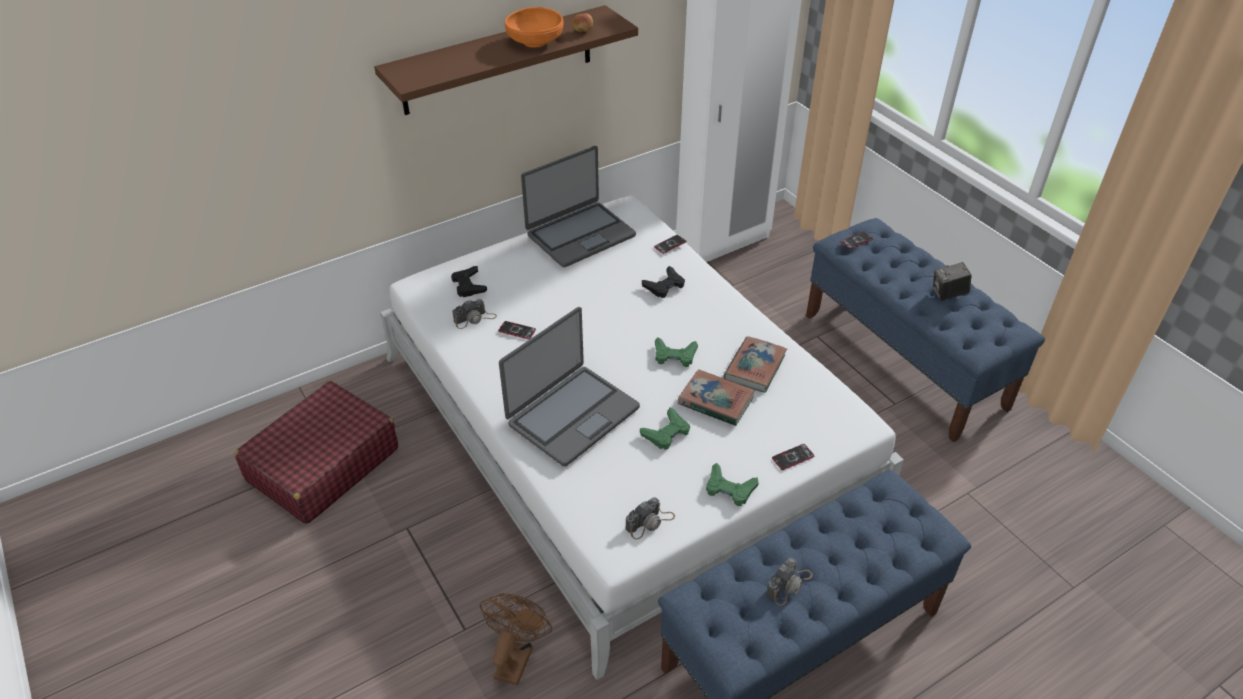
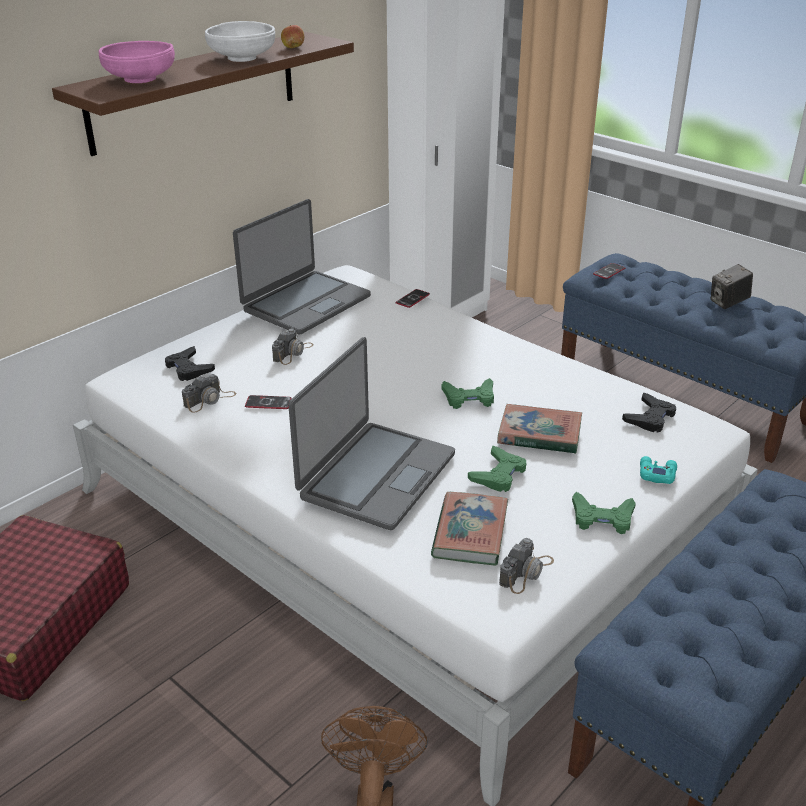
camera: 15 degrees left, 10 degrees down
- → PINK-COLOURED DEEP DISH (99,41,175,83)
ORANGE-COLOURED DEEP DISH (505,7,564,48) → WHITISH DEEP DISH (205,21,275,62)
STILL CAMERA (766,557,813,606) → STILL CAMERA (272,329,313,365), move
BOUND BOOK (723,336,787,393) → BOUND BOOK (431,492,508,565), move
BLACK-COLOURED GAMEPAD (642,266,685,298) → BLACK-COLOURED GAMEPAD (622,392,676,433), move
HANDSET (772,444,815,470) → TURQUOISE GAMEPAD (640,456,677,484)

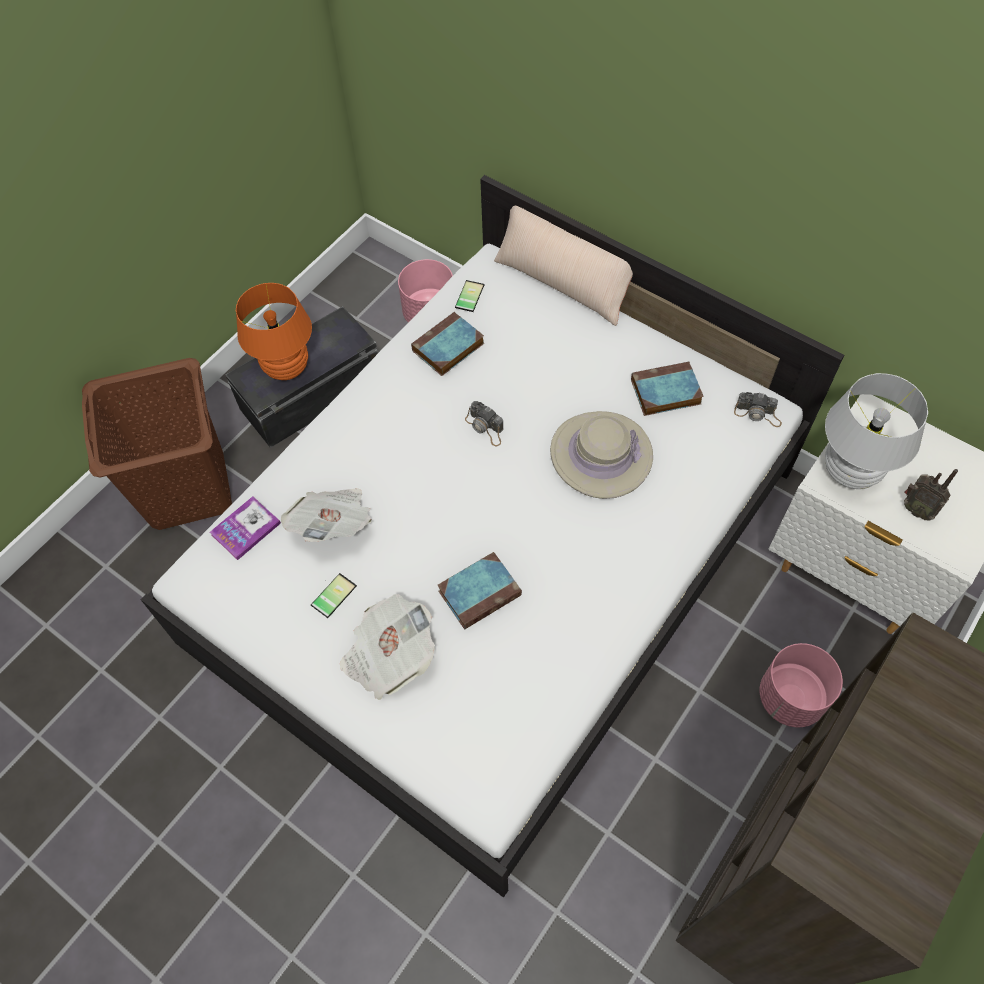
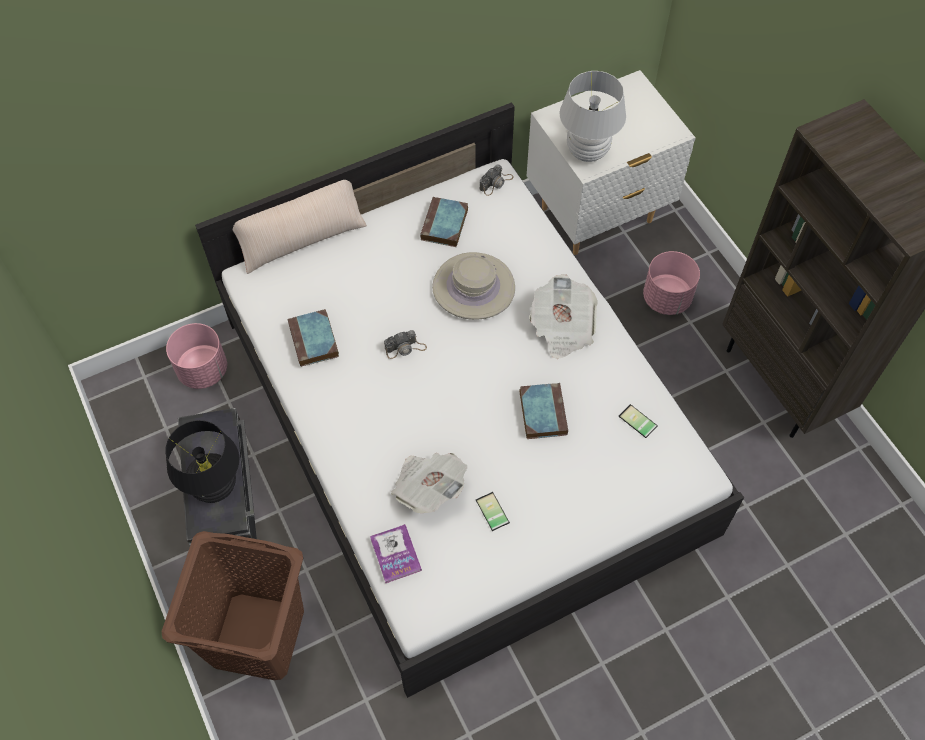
camera: 65 degrees left, 0 degrees up
ORANGE-COLOURED TABLETOP LAMP (236,283,312,380) → BLACK-COLOURED TABLETOP LAMP (165,420,239,503)
NEWSPAPER (340,594,435,700) → NEWSPAPER (529,274,598,359), move
HANDSET (455,280,484,312) → HANDSET (619,404,658,438), move
RADIO SET (904,469,958,521) → -

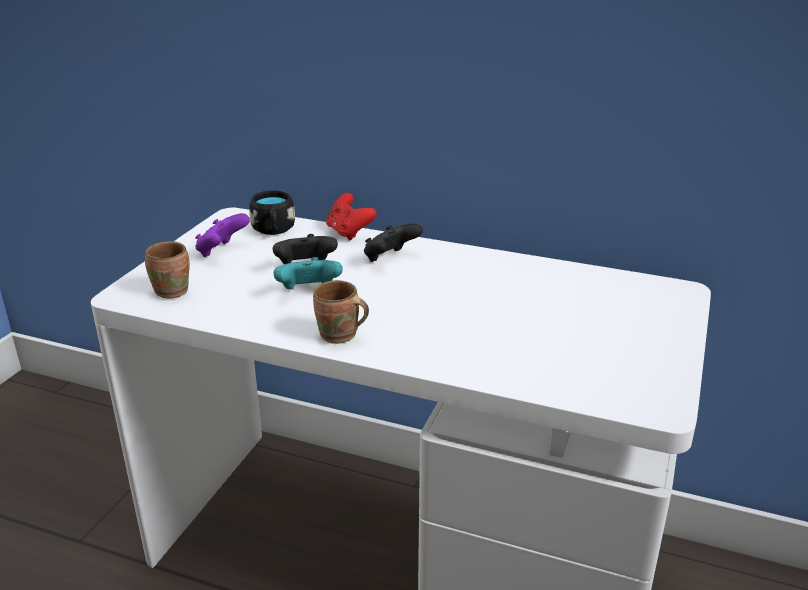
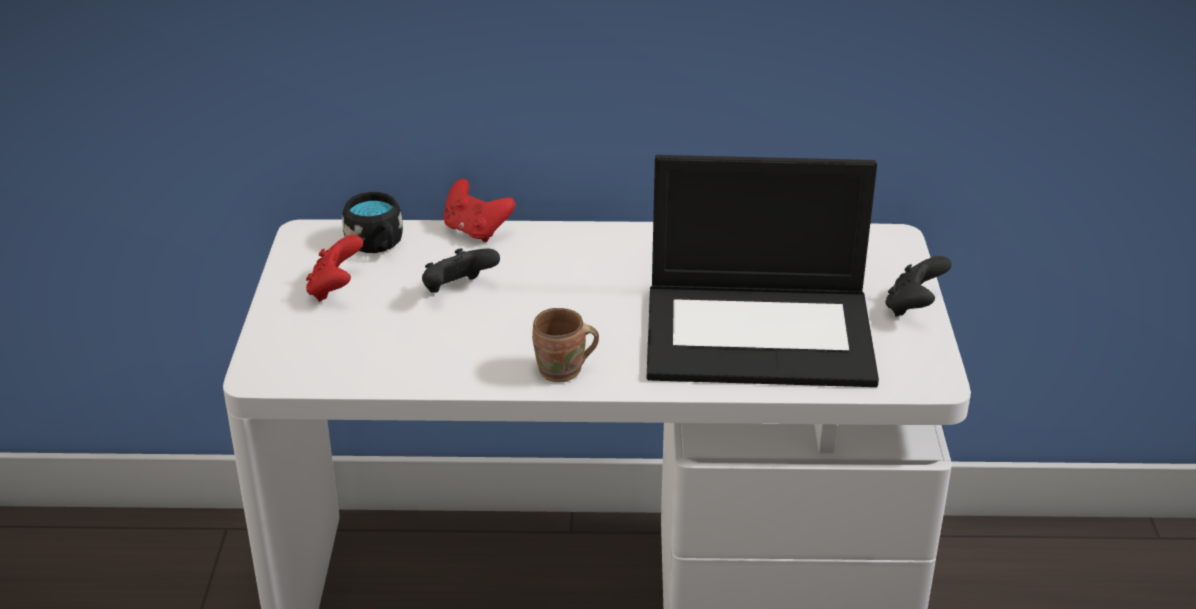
camera: 20 degrees left, 5 degrees up
PURPLE GAMEPAD (195,213,250,257) → RED-COLOURED GAMEPAD (306,235,363,302)
- → PORTABLE COMPUTER (647,155,879,387)
BLACK-COLOURED GAMEPAD (364,223,423,262) → BLACK-COLOURED GAMEPAD (885,256,951,316), move
BROWN TEA MUG (145,241,190,298) → -
TURQUOISE GAMEPAD (274,257,343,290) → -

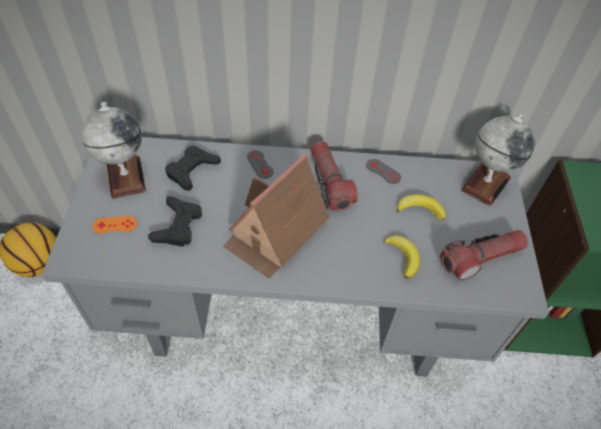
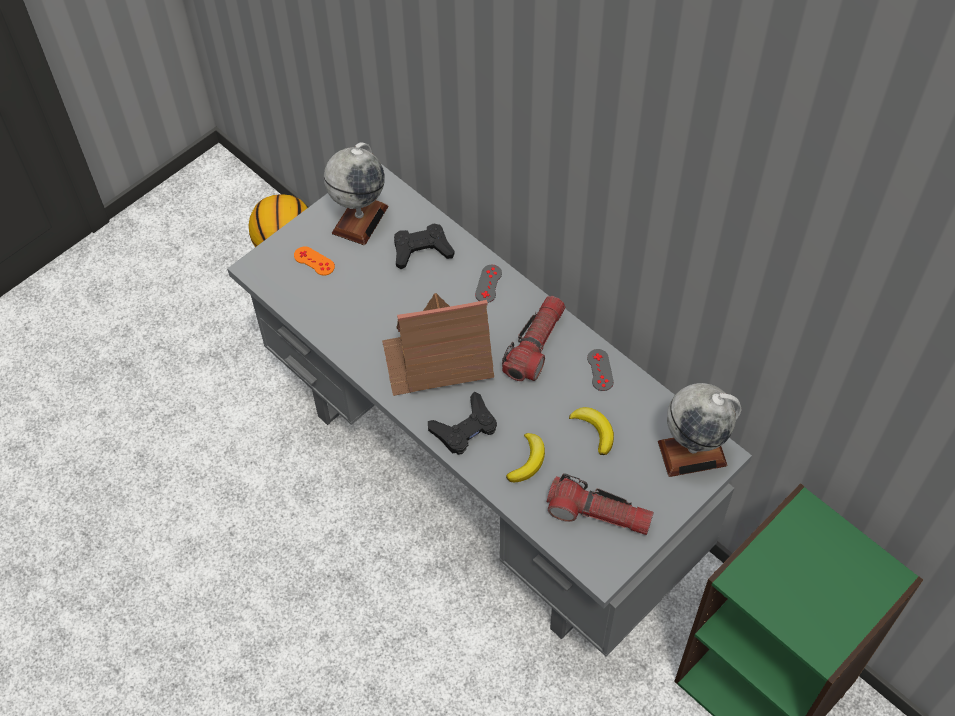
camera: 45 degrees right, 5 degrees up
BLACK-COLOURED GAMEPAD (148,196,202,247) → BLACK-COLOURED GAMEPAD (428,391,497,455), move

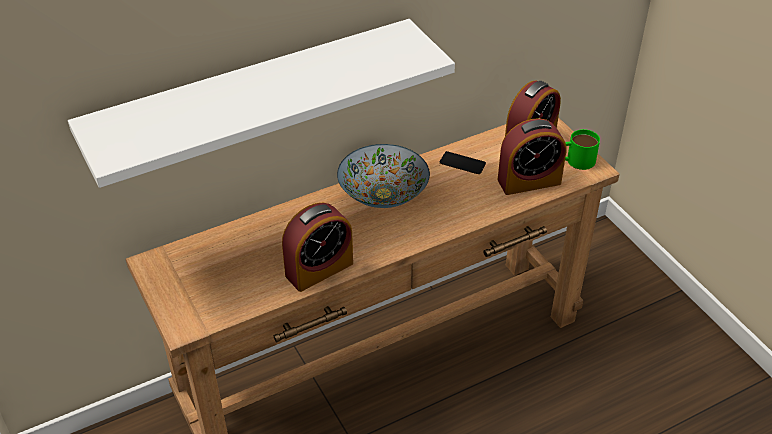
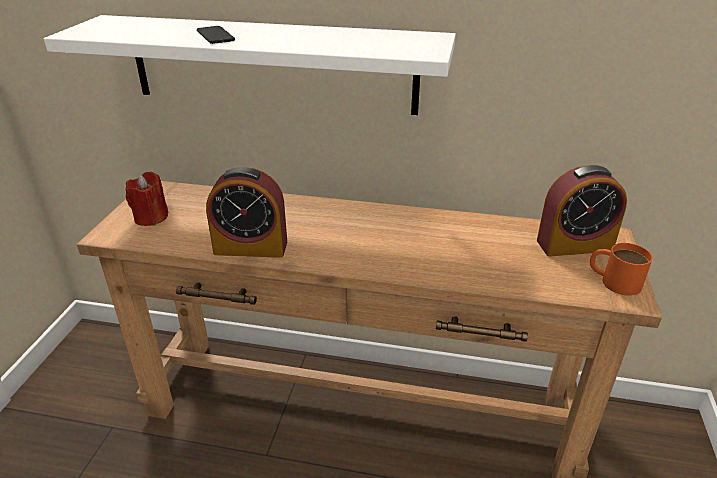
camera: 40 degrees right, 10 degrees down
- → RED-COLOURED CANDLE (126,172,168,226)
HANDSET (440,151,486,174) → HANDSET (197,26,235,44), move
GREEN-COLOURED TEA MUG (565,129,600,170) → ORANGE-COLOURED TEA MUG (590,243,653,296)
DEEP DISH (337,144,430,208) → -
ALARM CLOCK (498,118,566,195) → -

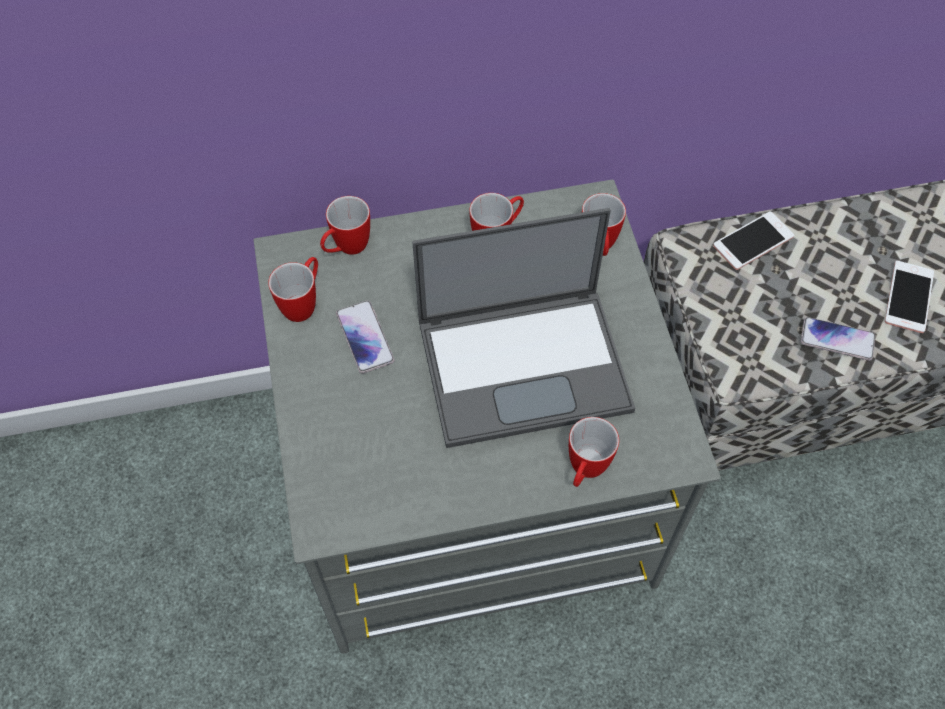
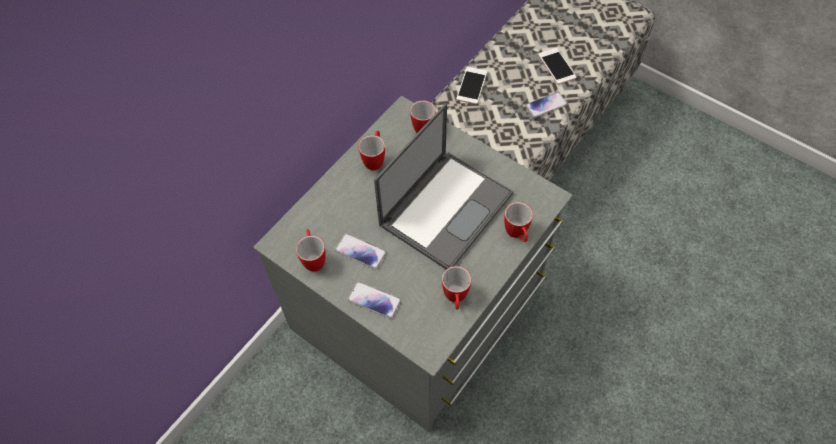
camera: 40 degrees left, 0 degrees up
- → HANDSET (347,282,402,319)
TEA MUG (320,196,370,255) → TEA MUG (442,266,471,310), move

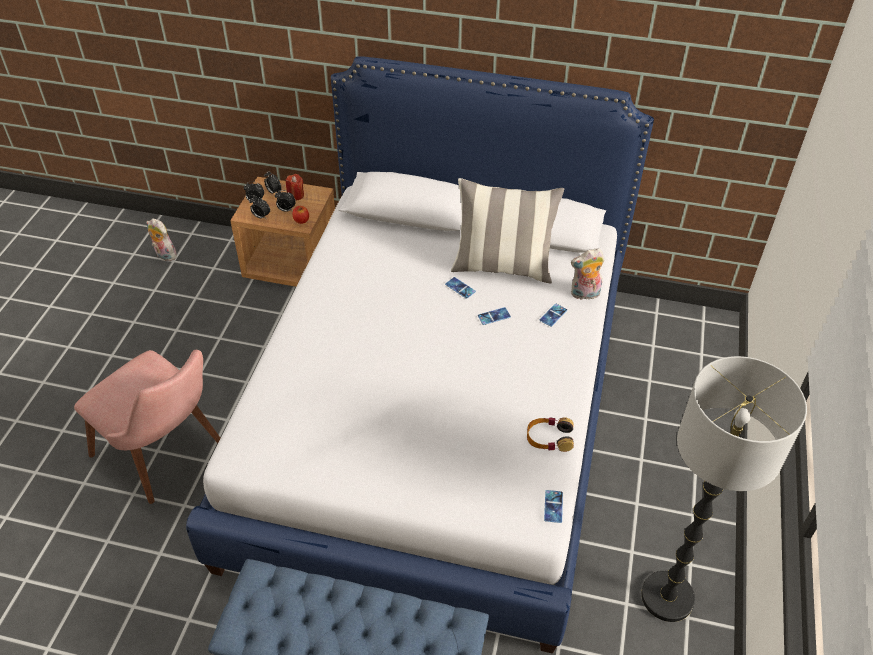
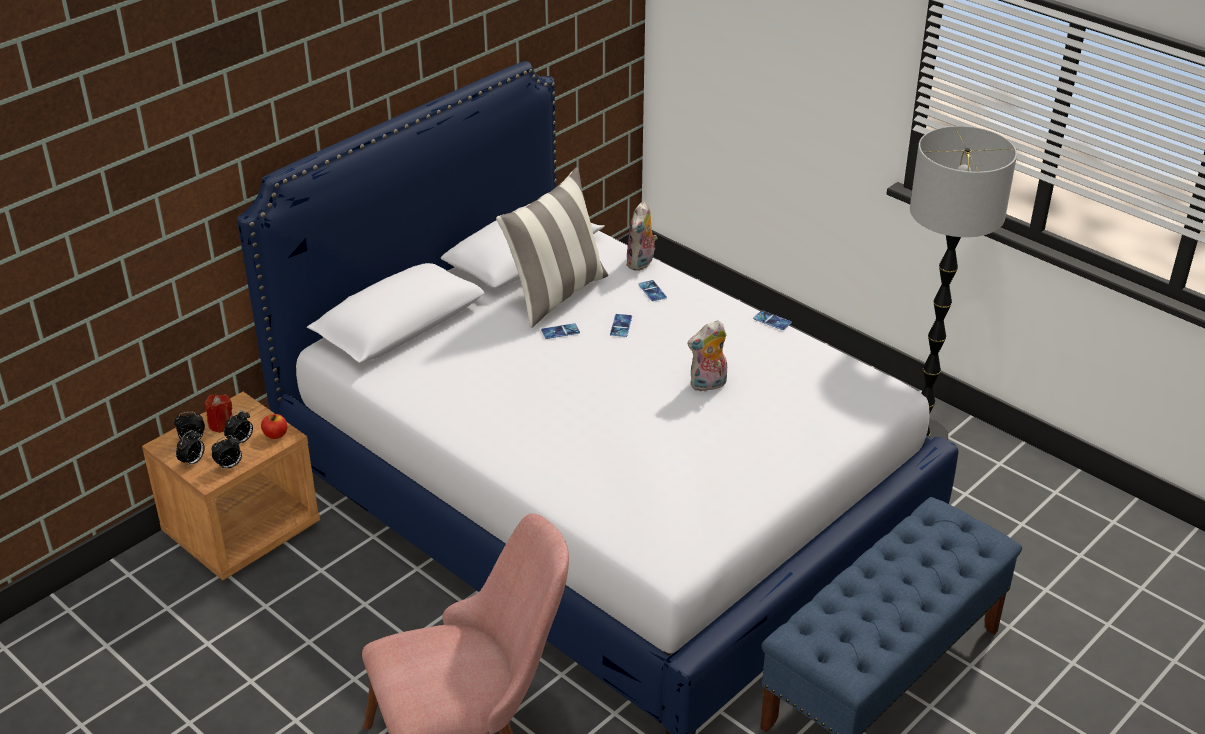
camera: 60 degrees left, 10 degrees down
PLUSH TOY (146,218,177,261) → PLUSH TOY (687,320,727,392), move
HANDSET (544,490,563,523) → HANDSET (753,311,792,330), move
PAIR OF HEADPHONES (527,417,574,452) → -

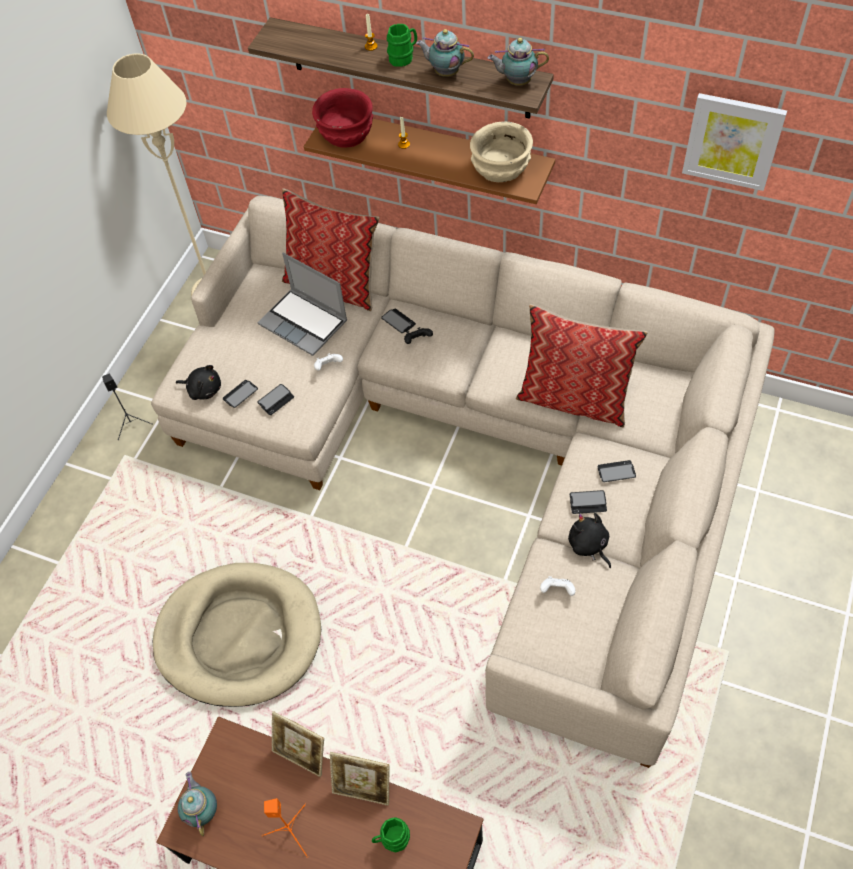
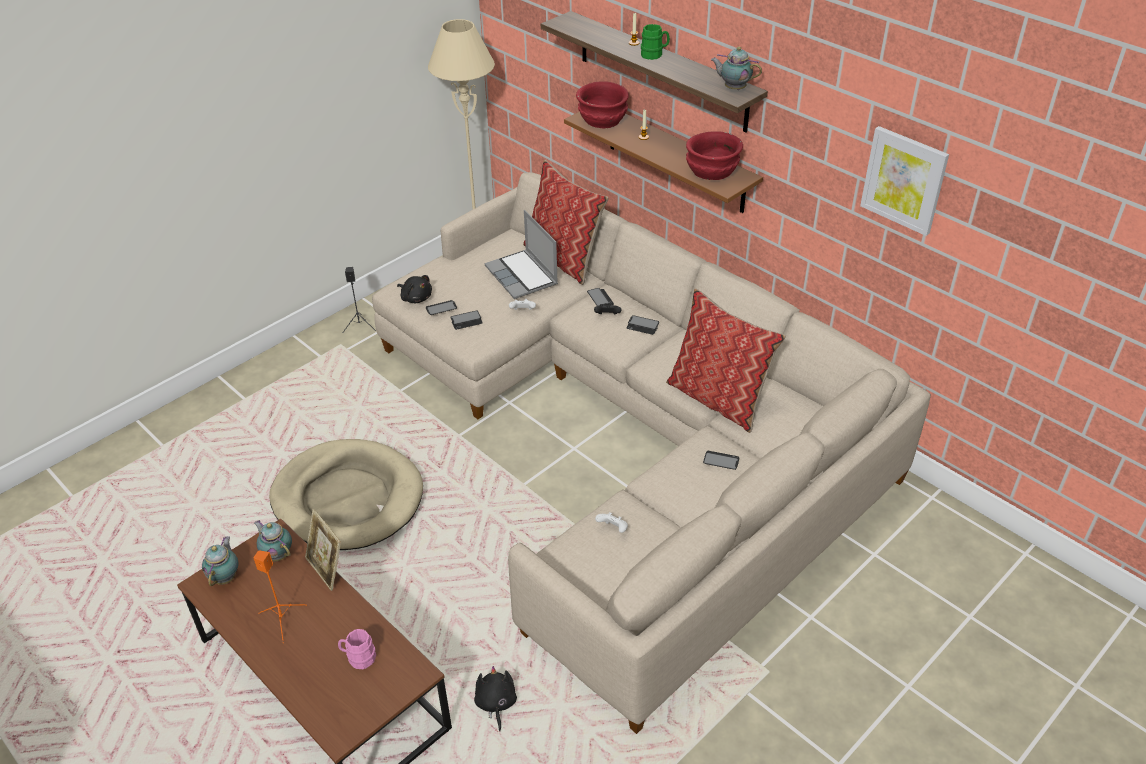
camera: 20 degrees right, 15 degrees down
TEAPOT (416,29,474,77) → TEAPOT (254,520,292,561), move
GREEN-COLOURED TEA MUG (372,818,410,853) → PINK-COLOURED TEA MUG (338,629,376,669)
BLACK-COLOURED PLUSH TOY (568,513,611,568) → BLACK-COLOURED PLUSH TOY (474,666,517,731), move
HANDSET (570,490,607,514) → HANDSET (626,315,659,335), move
BEIGE DEEP DISH (470,121,533,182) → RED-COLOURED DEEP DISH (686,131,743,180)
STANDING FRAME (330,752,390,805) → -

